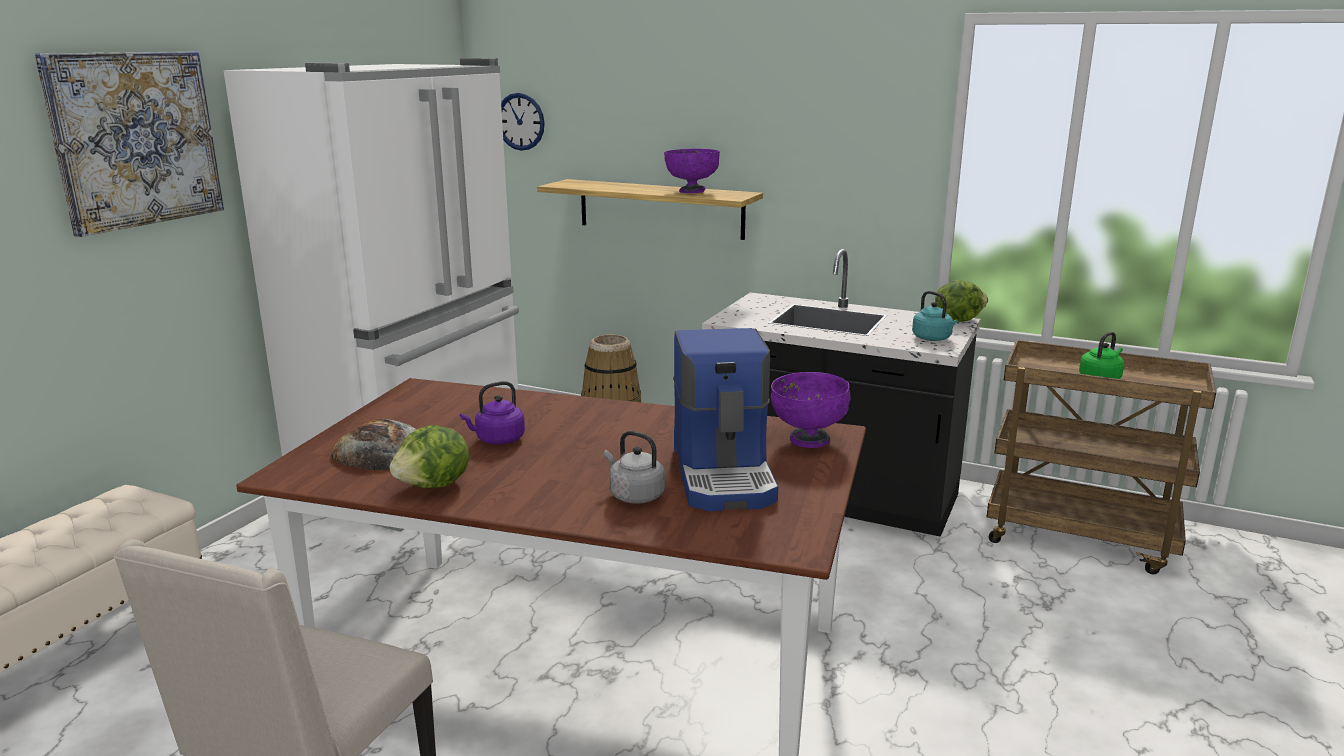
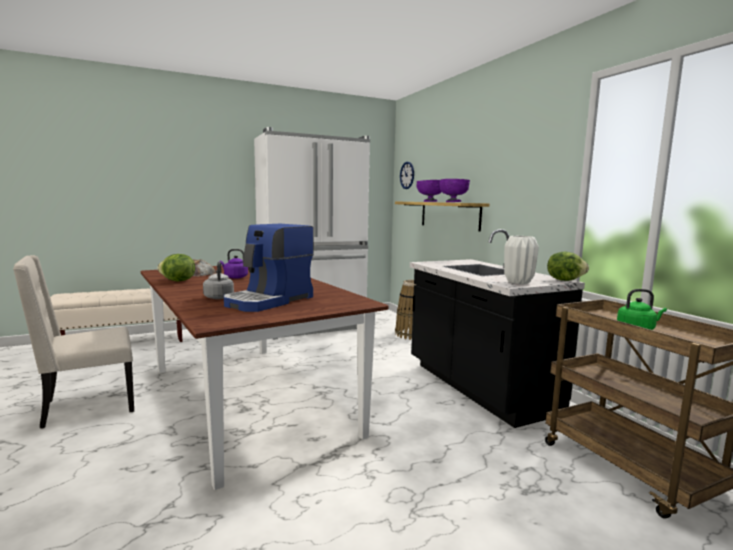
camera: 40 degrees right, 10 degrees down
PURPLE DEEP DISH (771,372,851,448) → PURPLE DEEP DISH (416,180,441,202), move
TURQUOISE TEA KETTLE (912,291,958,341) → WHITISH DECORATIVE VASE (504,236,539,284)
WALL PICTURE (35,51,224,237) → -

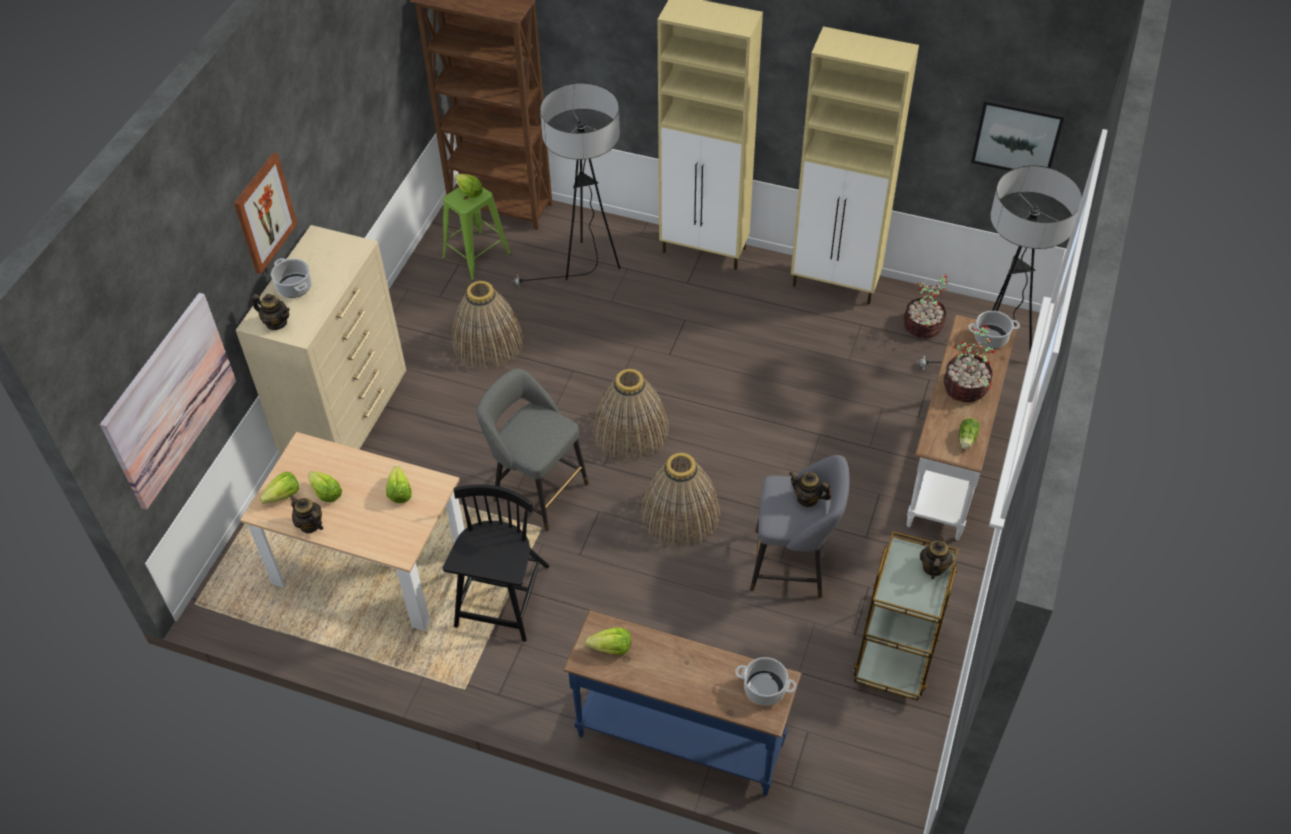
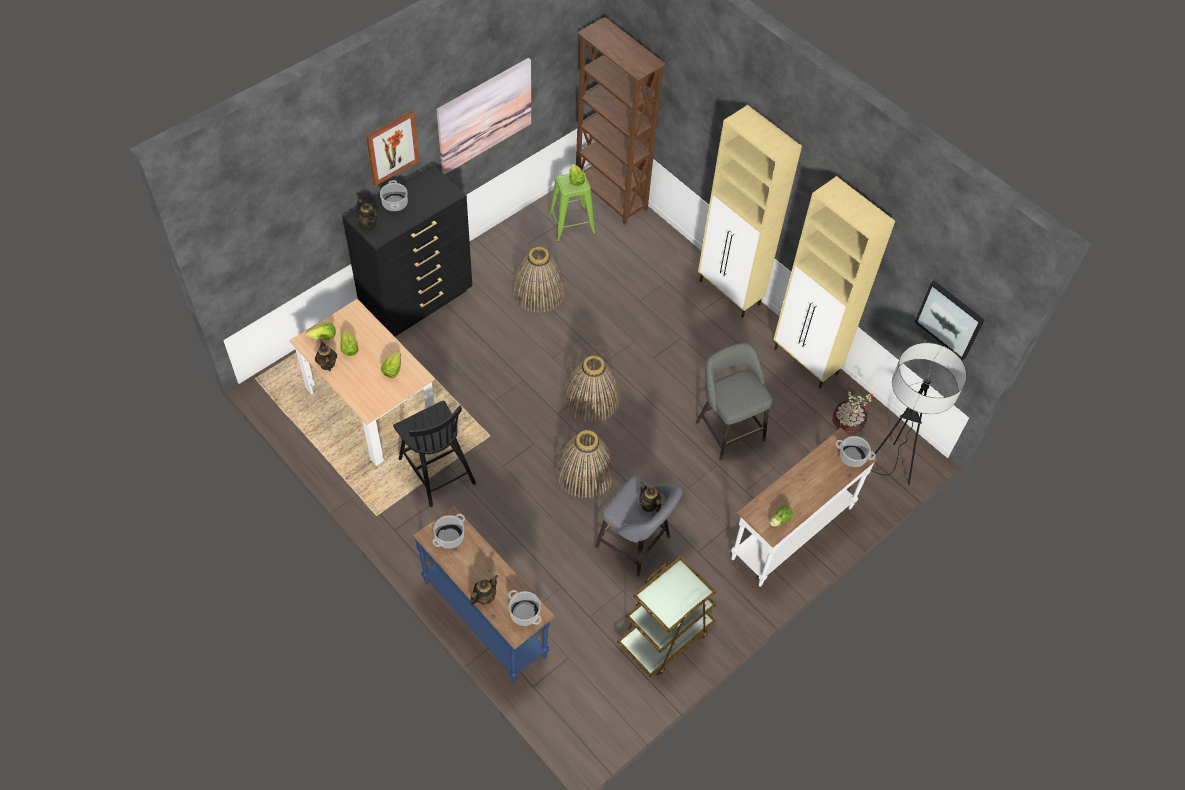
camera: 25 degrees right, 5 degrees up
BEIGE DRAWER CHEST (236,225,406,457) → BLACK-COLOURED DRAWER CHEST (342,164,472,337)
BLACK-COLOURED PLAIN CHAIR (443,484,549,642) → BLACK-COLOURED PLAIN CHAIR (393,401,476,507), 105 degrees clockwise
LETTUCE (585,628,631,655) → COOKING POT (433,514,465,549)
WALL PICTURE (100,293,236,510) → WALL PICTURE (437,58,531,175), move
TEAPOT (920,531,953,580) → TEAPOT (470,575,498,605), move
GREY SITTING STOOL (477,369,589,531) → GREY SITTING STOOL (696,343,772,460), move
STANDING LAMP (512,83,621,288) → -
POTTED PLANT (943,324,996,402) → -

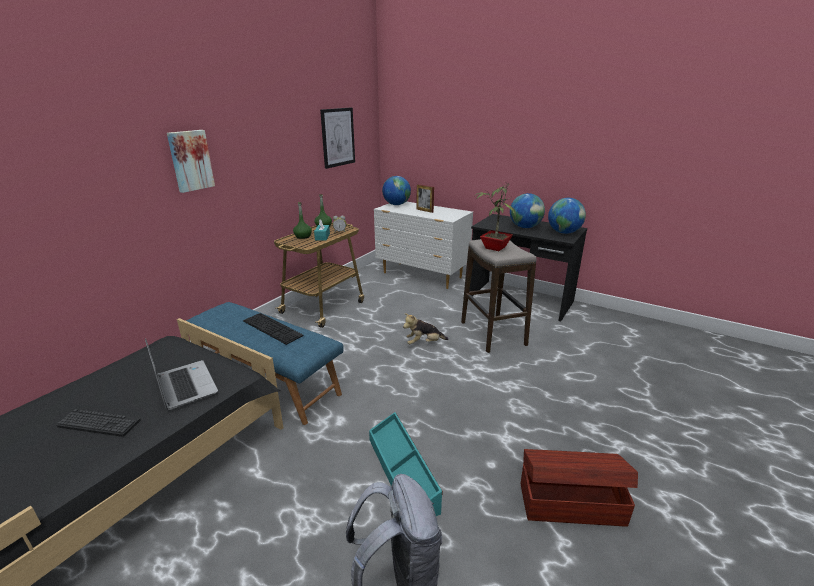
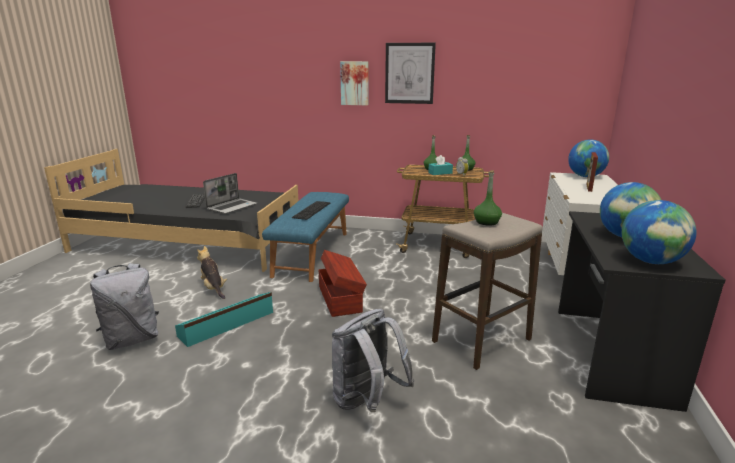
camera: 70 degrees right, 5 degrees down
PLUSH TOY (403,313,448,344) → PLUSH TOY (197,246,227,299), move
BROWN STORAGE CONTAINER (521,449,638,527) → BROWN STORAGE CONTAINER (319,250,367,317), move
- → GREY KNAPSACK (332,309,415,412)
WALL PICTURE (320,108,355,169) → WALL PICTURE (385,43,436,104), move
POTTED PLANT (476,183,516,251) → GREEN-COLOURED BOTTLE (474,170,502,226)

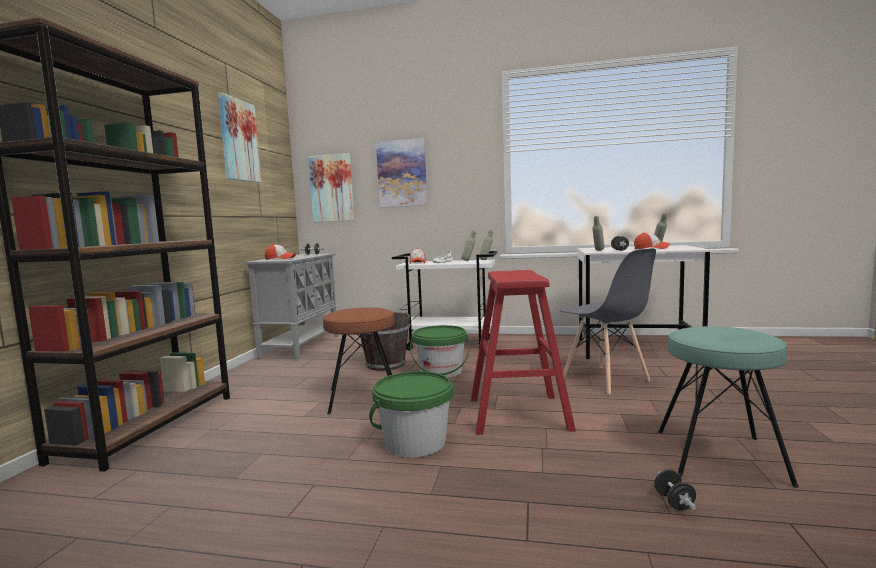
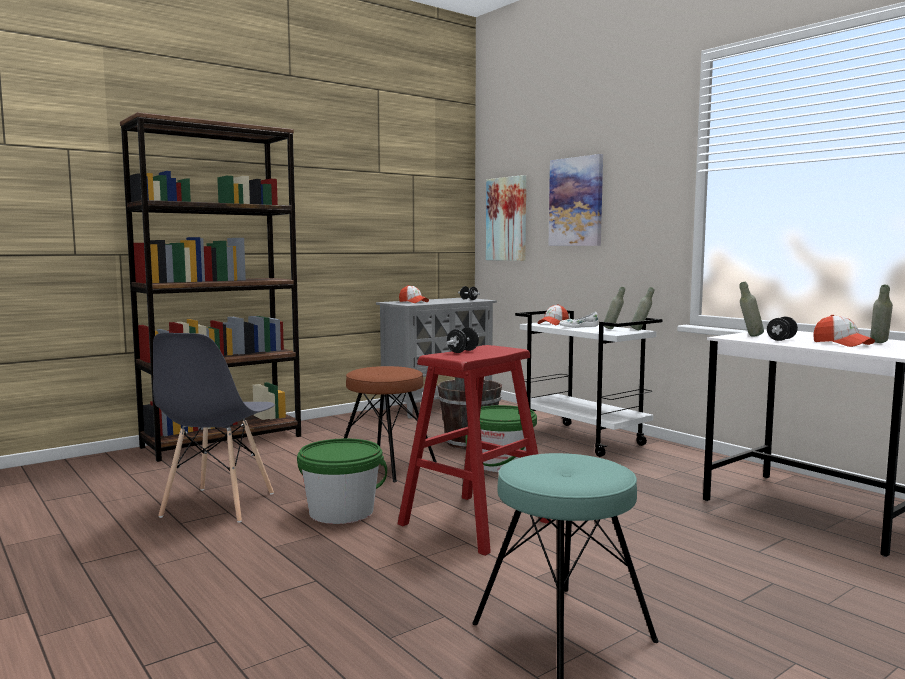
camera: 40 degrees right, 0 degrees up
GREY PLAIN CHAIR (560,248,656,395) → GREY PLAIN CHAIR (153,333,275,523), move
BLACK-COLOURED DUMBBELL (654,470,696,510) → BLACK-COLOURED DUMBBELL (447,327,479,353), move
WALL PICTURE (218,92,261,183) → -

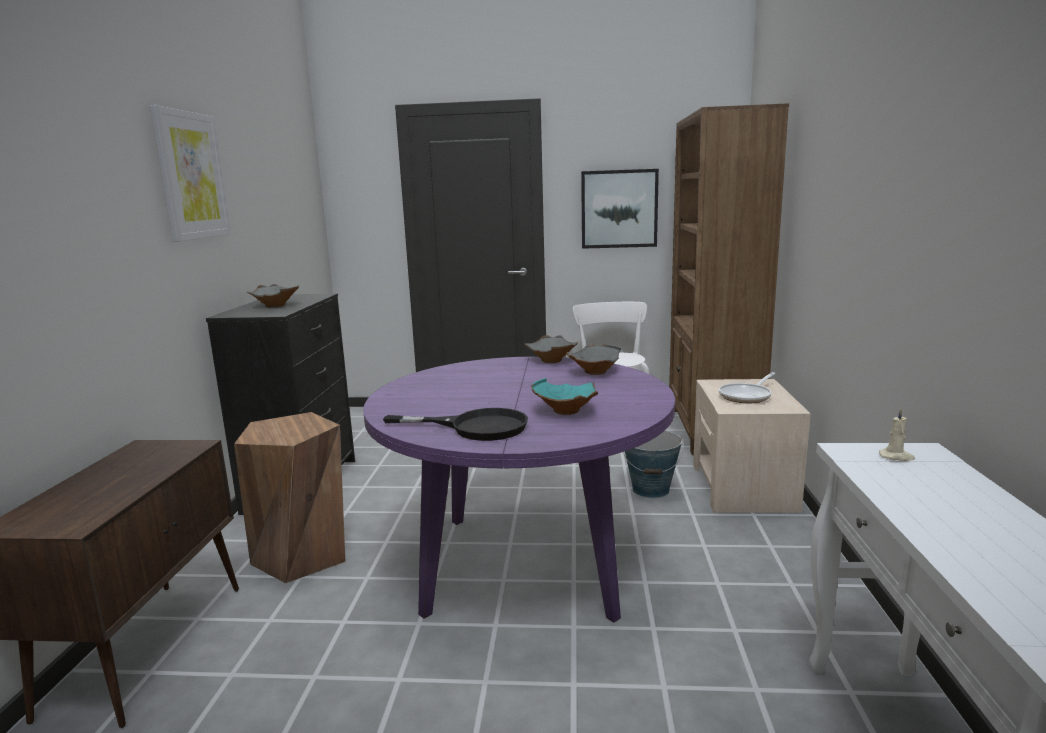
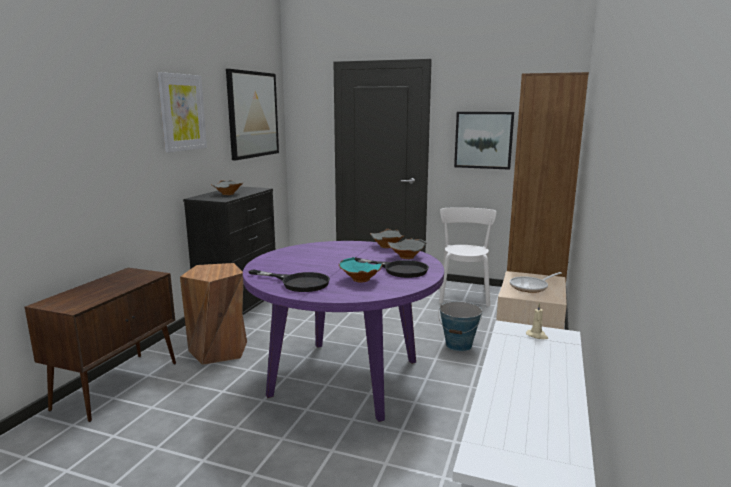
camera: 15 degrees right, 0 degrees up
- → WALL PICTURE (226,69,279,160)
- → BLACK-COLOURED SKILLET (352,257,429,278)

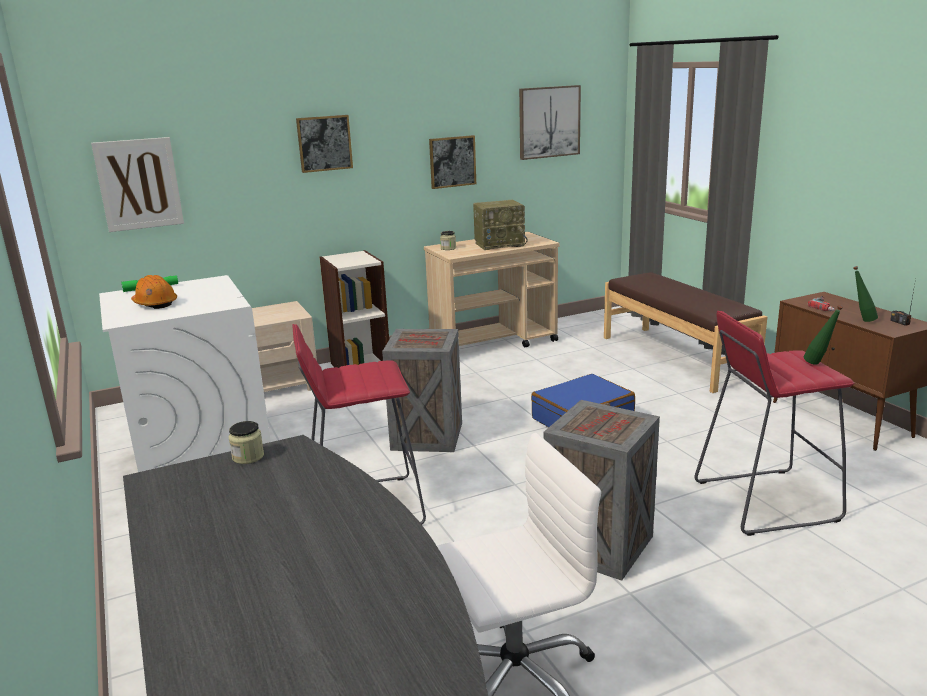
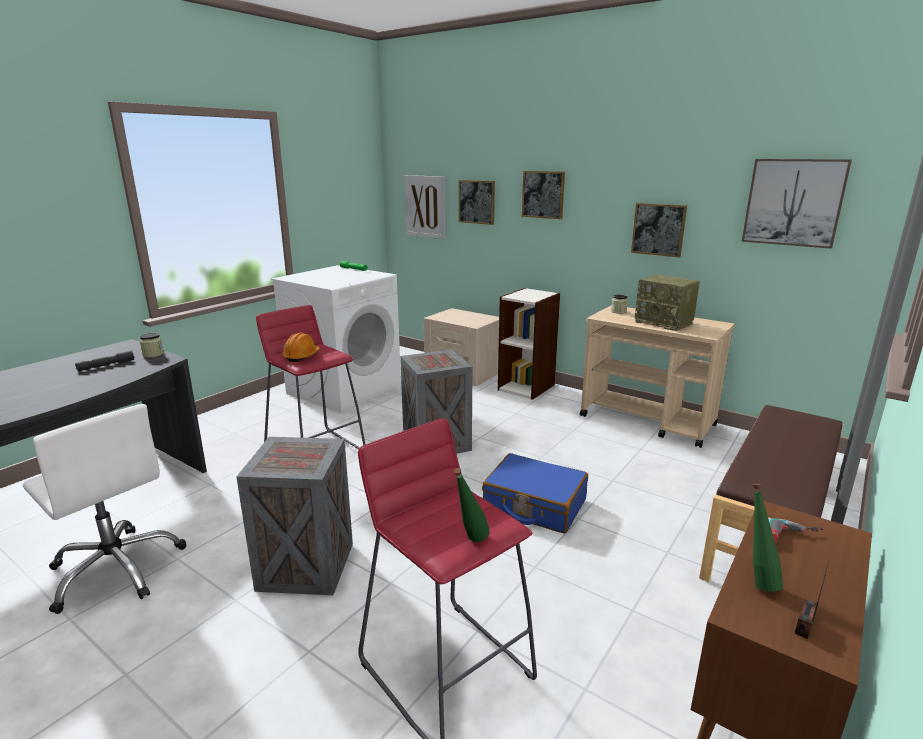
camera: 60 degrees right, 0 degrees up
- → GREY HAND TORCH (75,351,134,371)
ORANGE-COLOURED SAFETY HELMET (131,275,177,309) → ORANGE-COLOURED SAFETY HELMET (282,332,320,362), move
- → WALL PICTURE (459,180,495,225)

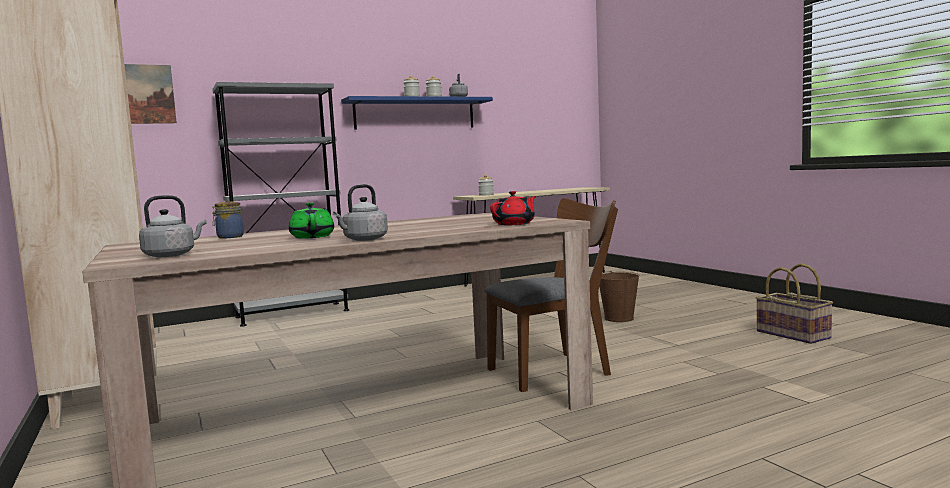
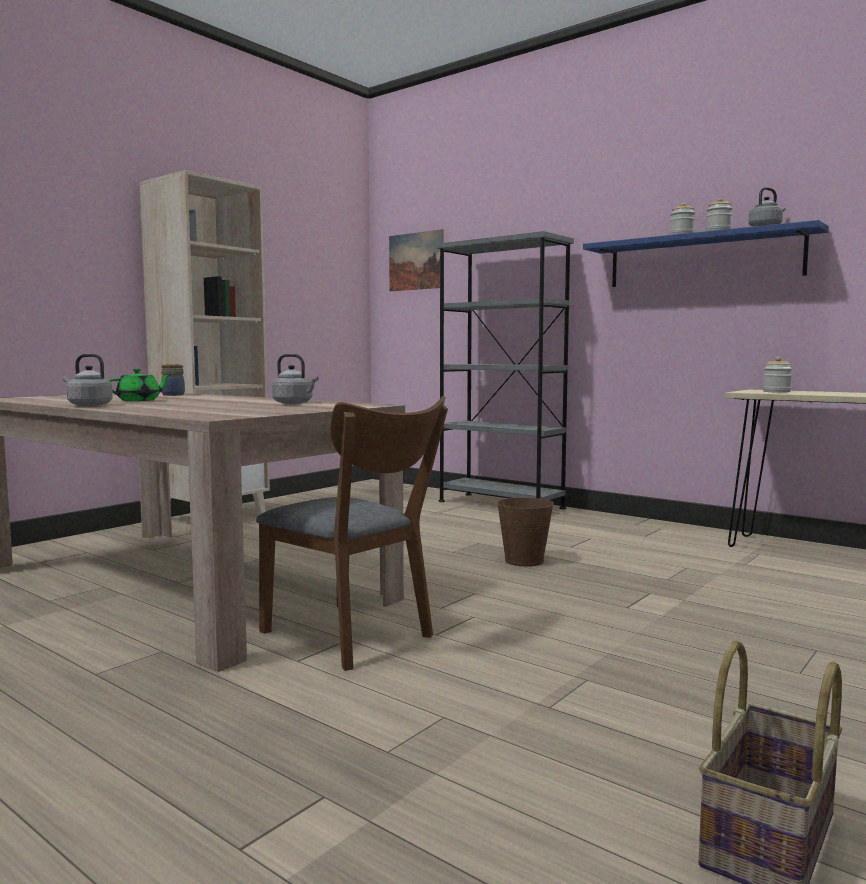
camera: 65 degrees right, 0 degrees up
GREY TEA KETTLE (139,195,207,257) → GREY TEA KETTLE (272,354,318,404), move
BROWN BUCKET (599,271,640,322) → BROWN BUCKET (497,497,554,567), move
RED-COLOURED TEAPOT (490,191,536,225) → -

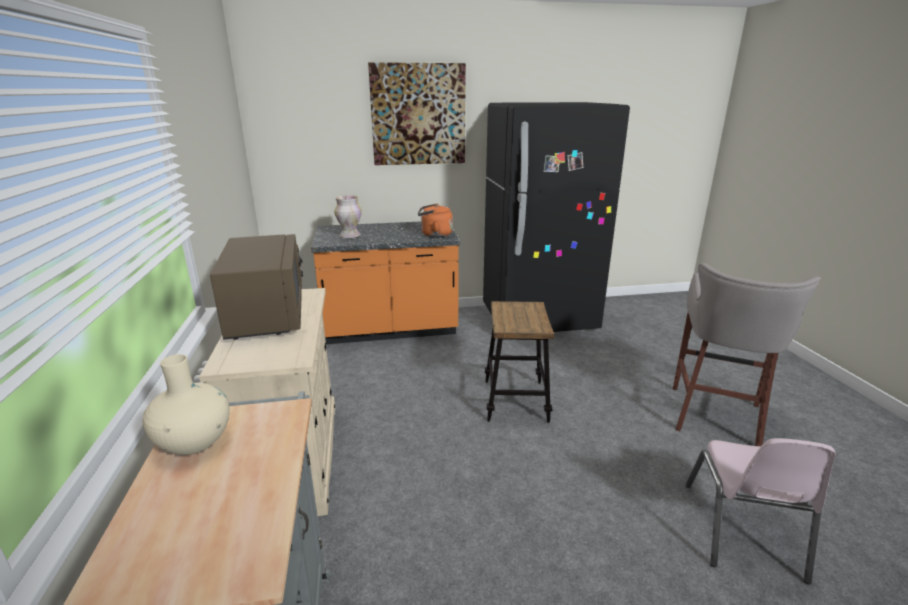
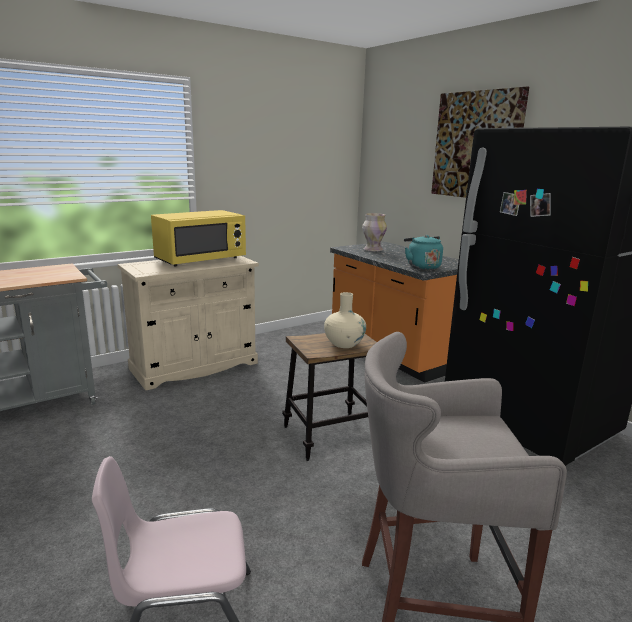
camera: 65 degrees right, 5 degrees down
BROWN MICROWAVE OVEN (210,234,304,340) → YELLOW-COLOURED MICROWAVE OVEN (151,210,246,266)
BEIGE DECORATIVE VASE (143,354,230,455) → BEIGE DECORATIVE VASE (324,292,366,348), move
ORANGE-COLOURED TEA KETTLE (418,203,453,237) → TURQUOISE TEA KETTLE (404,235,443,270)

